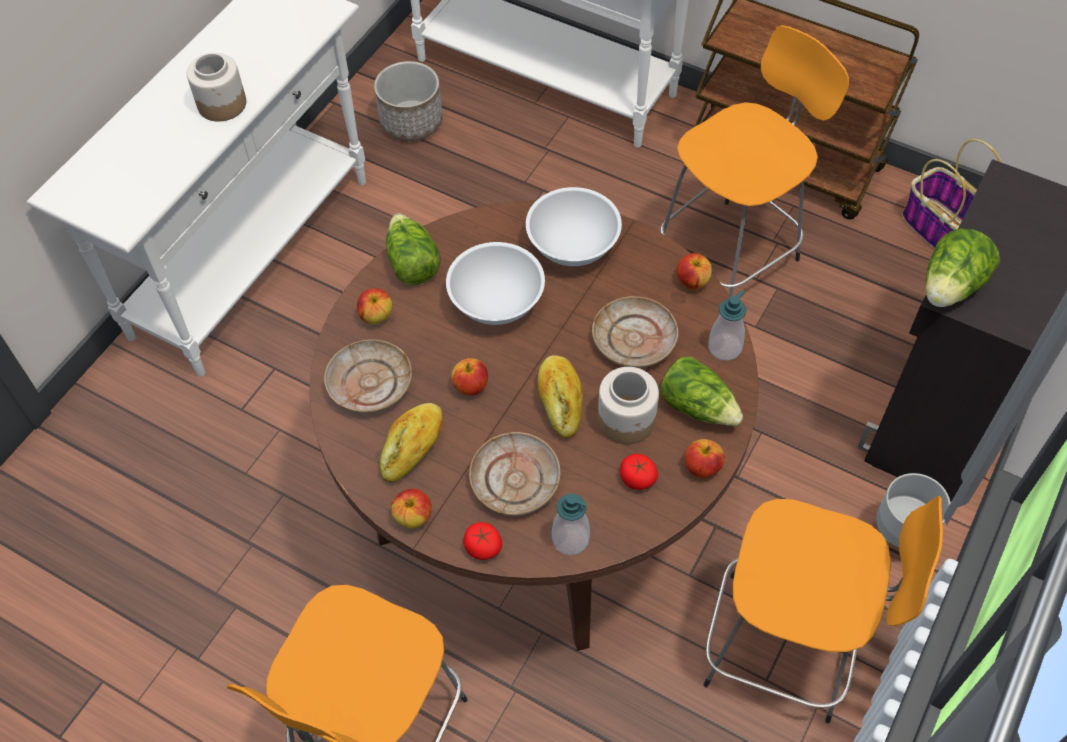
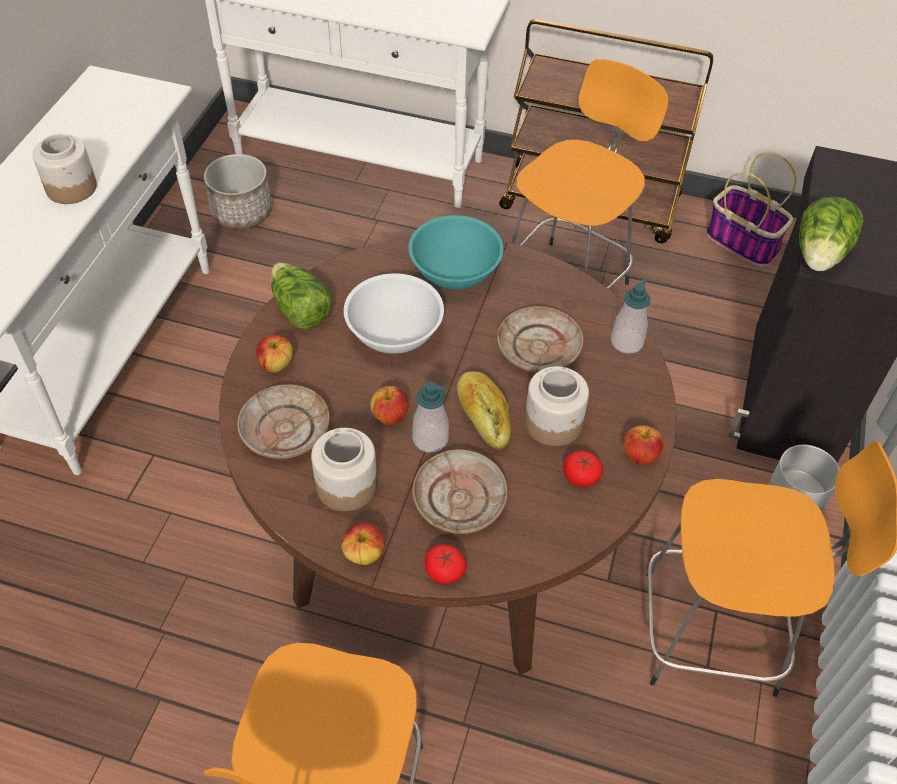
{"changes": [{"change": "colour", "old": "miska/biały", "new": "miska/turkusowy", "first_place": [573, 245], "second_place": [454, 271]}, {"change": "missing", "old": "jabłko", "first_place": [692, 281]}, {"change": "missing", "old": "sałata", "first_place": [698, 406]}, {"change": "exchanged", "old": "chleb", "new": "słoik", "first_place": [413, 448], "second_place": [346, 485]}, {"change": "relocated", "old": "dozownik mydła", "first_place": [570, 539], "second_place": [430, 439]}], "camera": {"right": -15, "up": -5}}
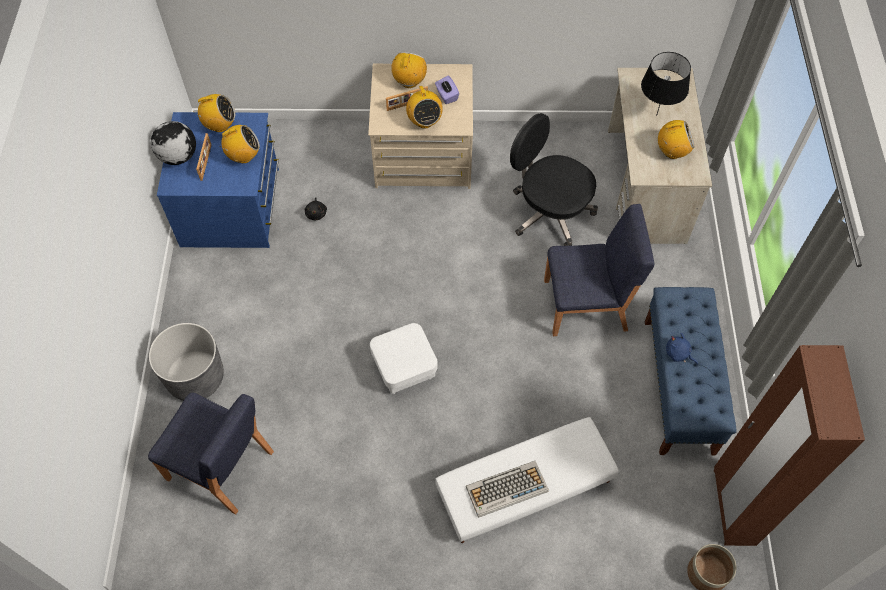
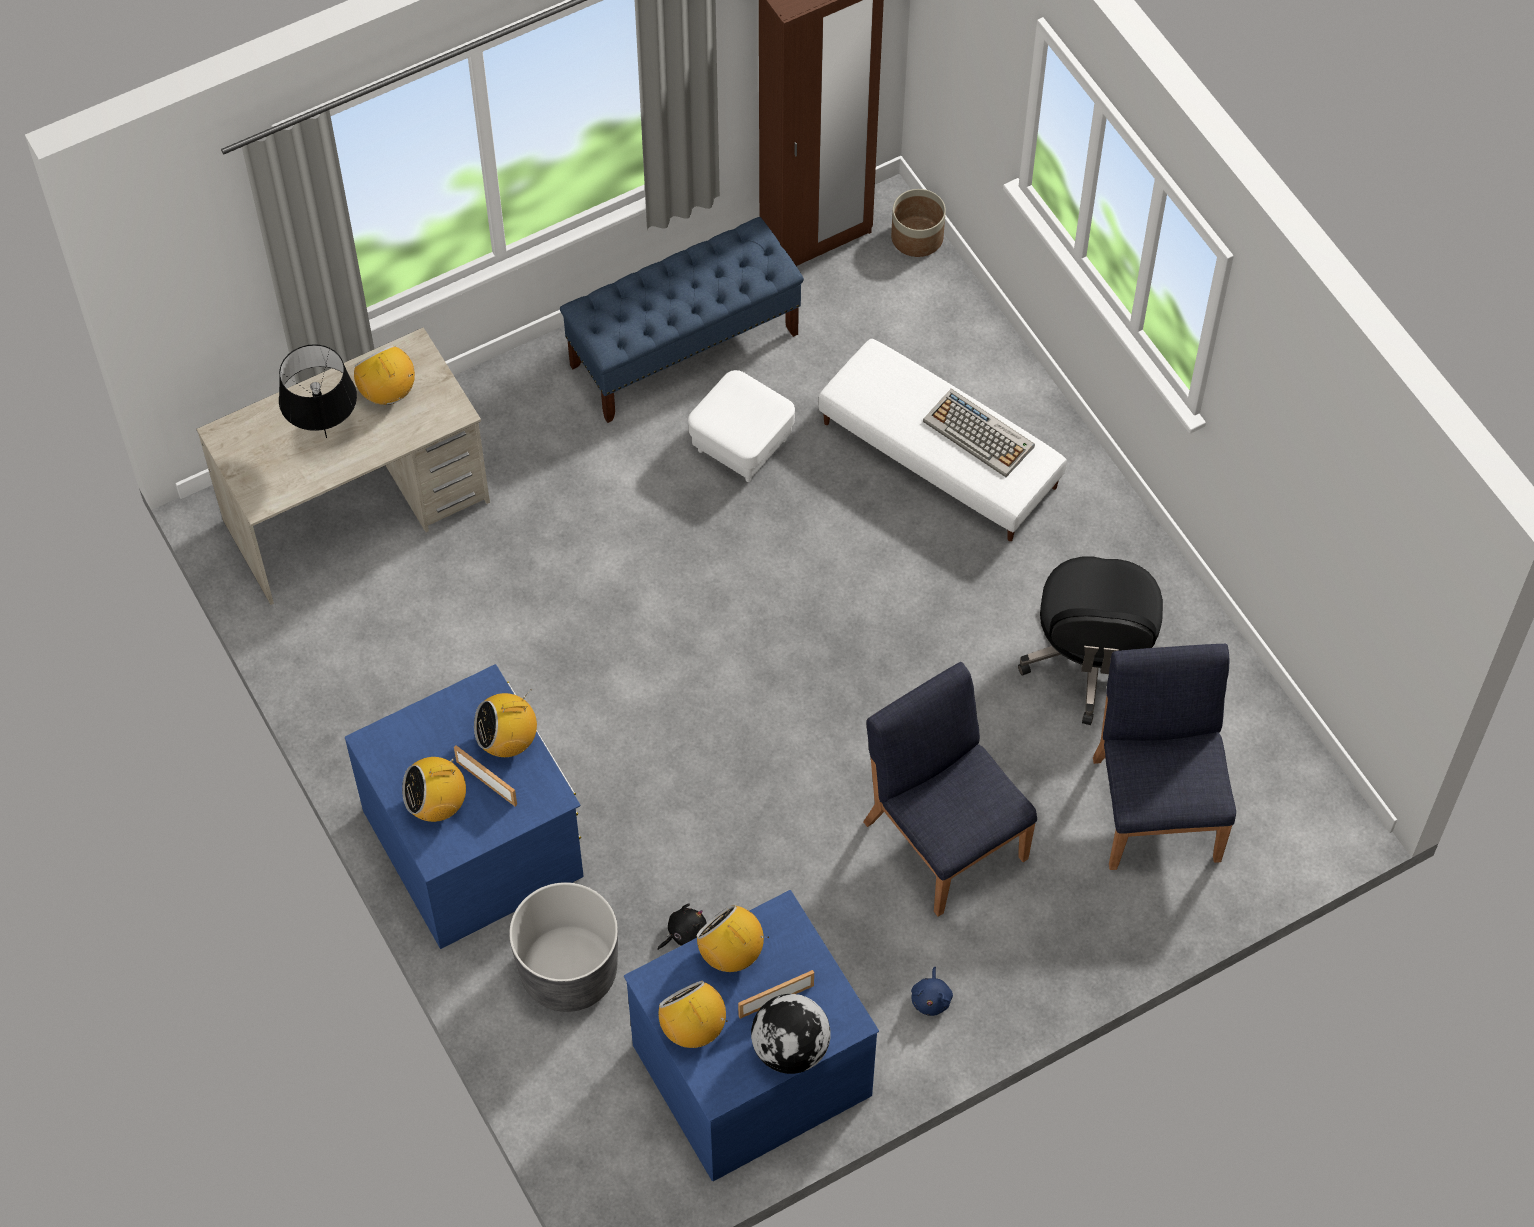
{"changes": [{"change": "colour", "old": "komoda/beżowy", "new": "komoda/niebieski", "first_place": [423, 156], "second_place": [476, 842]}, {"change": "missing", "old": "pudełko chusteczek/fioletowy", "first_place": [446, 96]}, {"change": "spun", "old": "radio", "first_place": [424, 121], "second_place": [507, 741], "degrees": -150}, {"change": "relocated", "old": "krzesło biurowe/czarny", "first_place": [549, 212], "second_place": [1092, 660]}, {"change": "relocated", "old": "krzesło/niebieski", "first_place": [587, 305], "second_place": [945, 837]}, {"change": "relocated", "old": "donica/szary", "first_place": [195, 377], "second_place": [568, 971]}, {"change": "relocated", "old": "pufa/biały", "first_place": [404, 369], "second_place": [742, 444]}, {"change": "relocated", "old": "pluszak/niebieski", "first_place": [678, 354], "second_place": [931, 998]}], "camera": {"right": -120, "up": 0}}
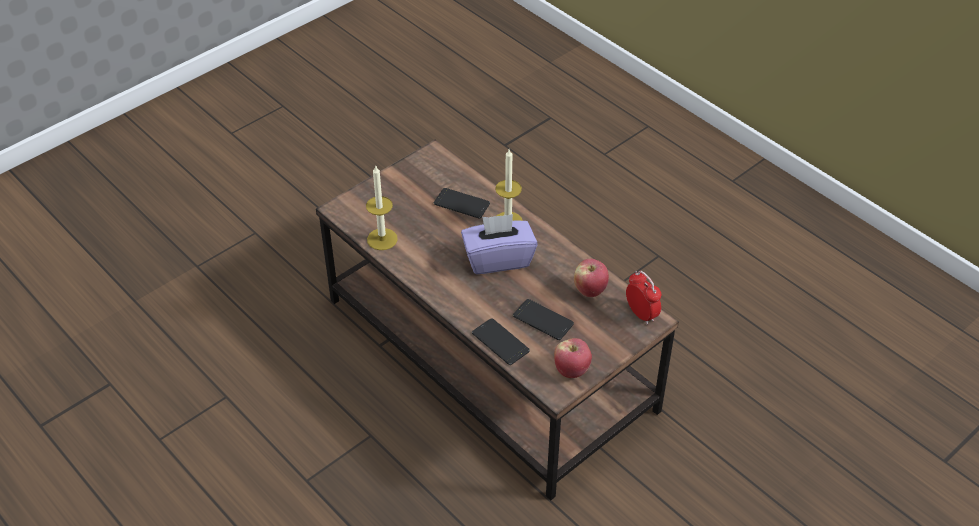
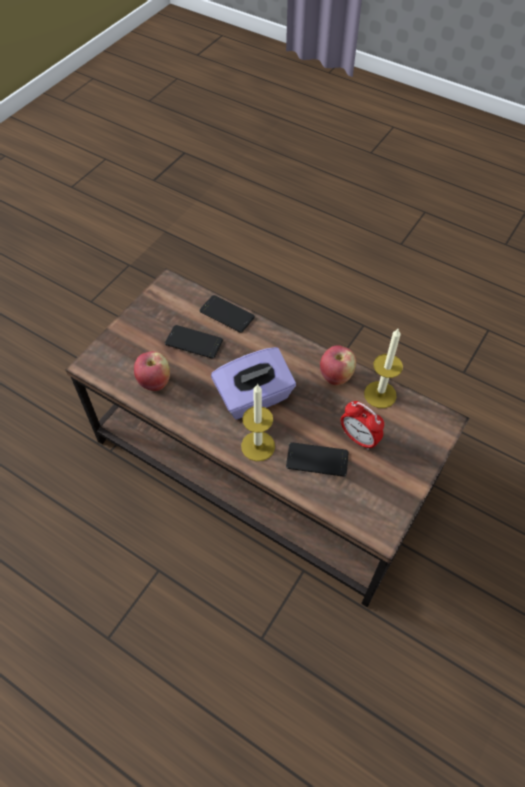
{"changes": [{"change": "relocated", "old": "budzik", "first_place": [641, 314], "second_place": [359, 438]}, {"change": "relocated", "old": "jabłko", "first_place": [571, 370], "second_place": [335, 376]}], "camera": {"right": 165, "up": 10}}
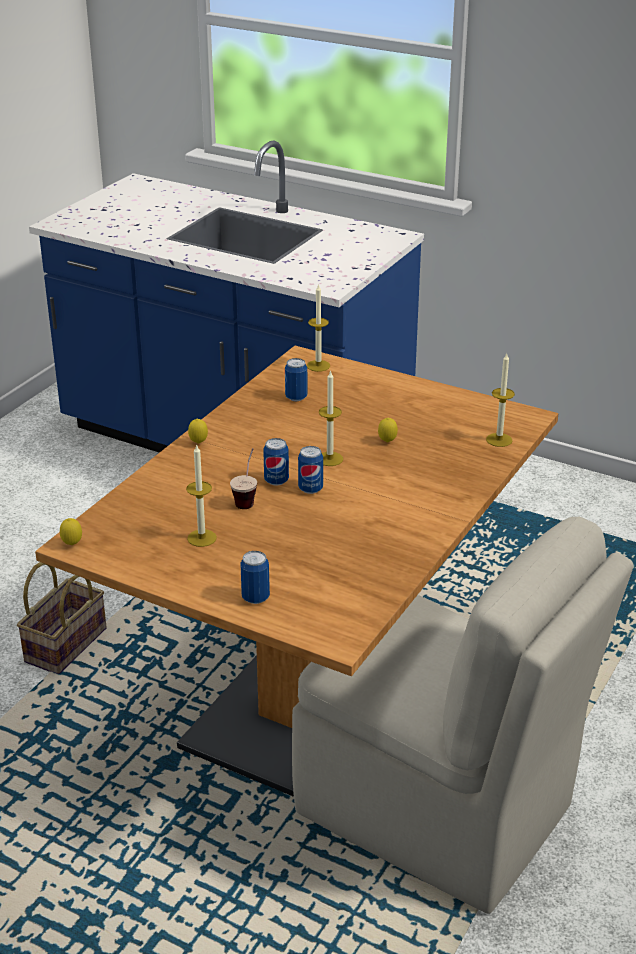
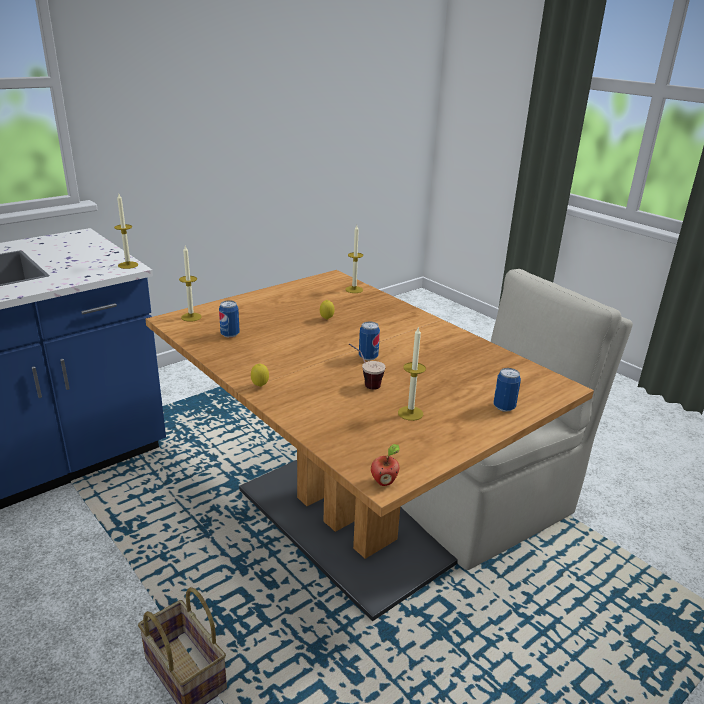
{"changes": [{"change": "relocated", "old": "świeca", "first_place": [329, 459], "second_place": [128, 265]}, {"change": "missing", "old": "puszka", "first_place": [276, 480]}, {"change": "exchanged", "old": "cytryna", "new": "jabłko", "first_place": [72, 544], "second_place": [384, 481]}], "camera": {"right": -70, "up": -5}}
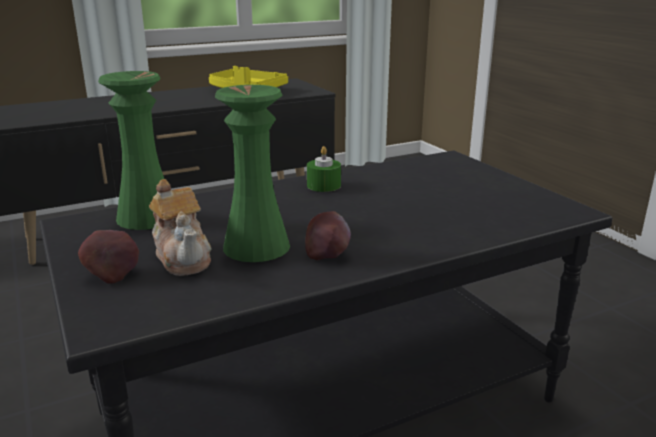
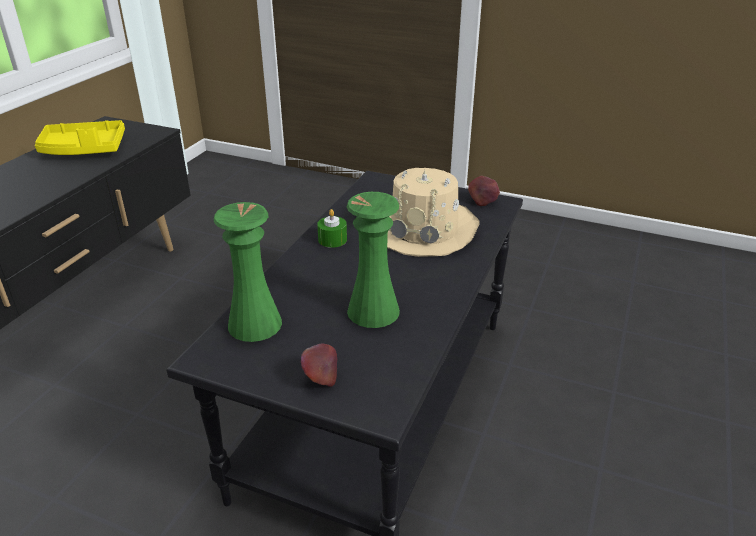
{"changes": [{"change": "missing", "old": "imbryk", "first_place": [183, 257]}, {"change": "relocated", "old": "jabłko", "first_place": [327, 254], "second_place": [483, 201]}, {"change": "appeared", "new": "kapelusz/beżowy", "second_place": [424, 229]}], "camera": {"right": -40, "up": 10}}
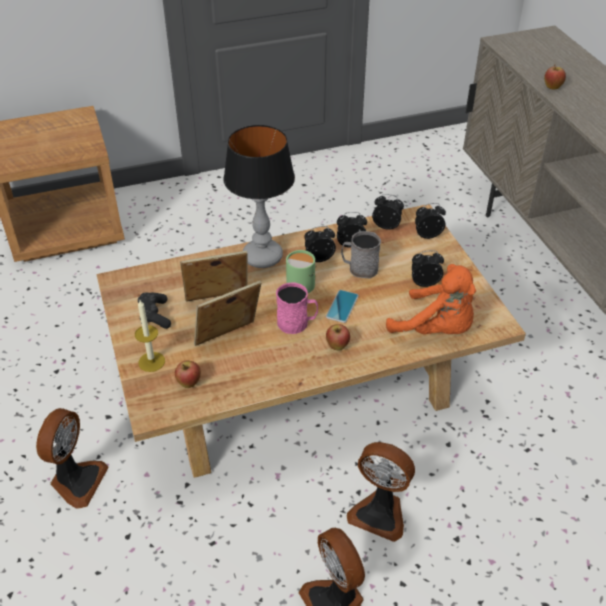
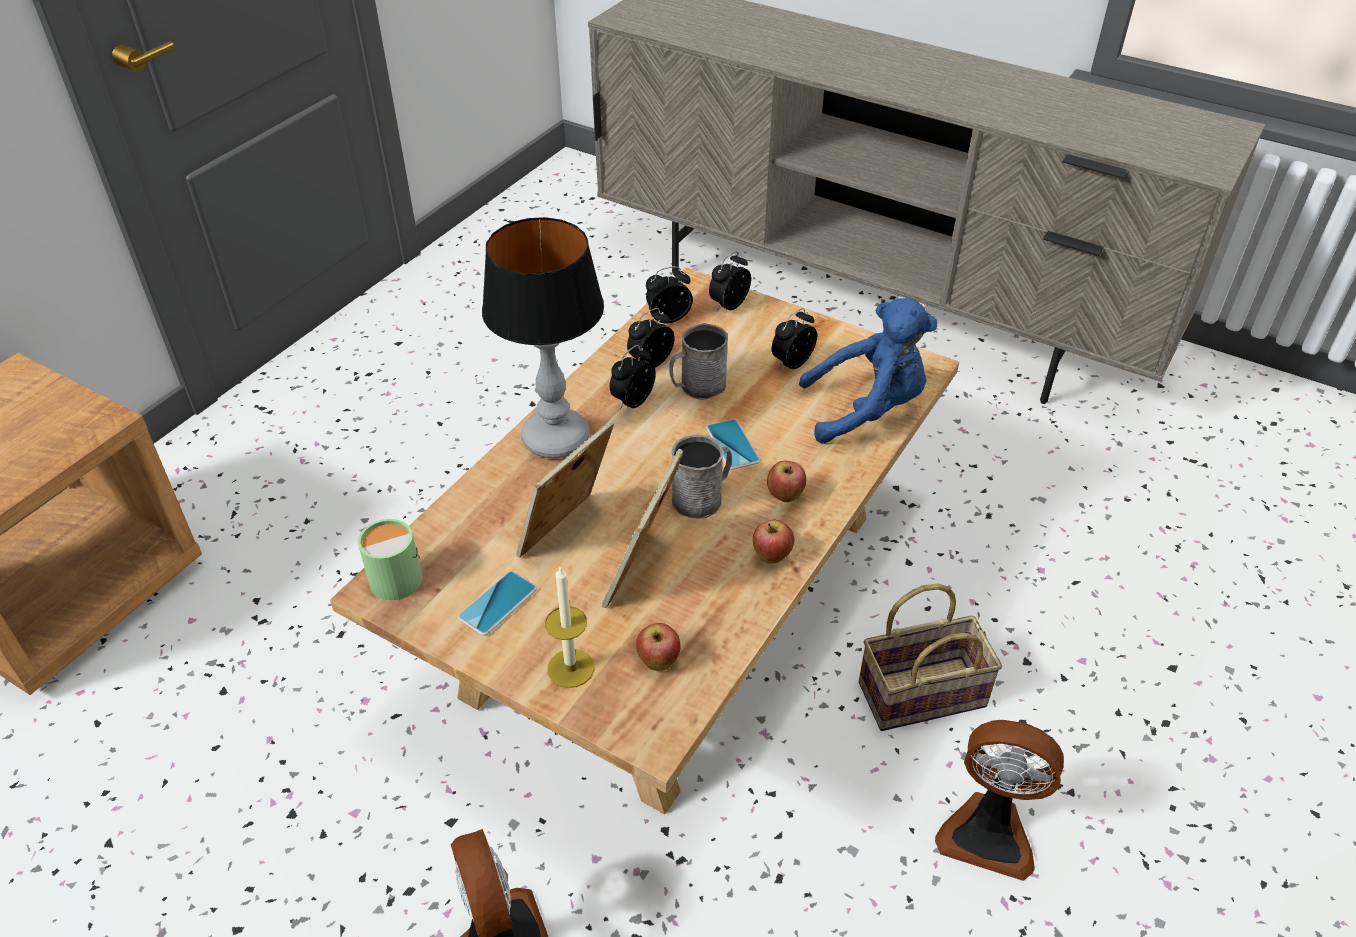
{"changes": [{"change": "relocated", "old": "jabłko", "first_place": [552, 88], "second_place": [771, 557]}, {"change": "relocated", "old": "kubek/zielony", "first_place": [302, 282], "second_place": [395, 575]}, {"change": "colour", "old": "pluszak/pomarańczowy", "new": "pluszak/niebieski", "first_place": [436, 329], "second_place": [867, 410]}, {"change": "colour", "old": "kubek/różowy", "new": "kubek/szary", "first_place": [297, 323], "second_place": [703, 497]}, {"change": "exchanged", "old": "pad do gier/czarny", "new": "telefon", "first_place": [155, 316], "second_place": [498, 603]}, {"change": "exchanged", "old": "wentylator", "new": "koszyk", "first_place": [380, 513], "second_place": [923, 692]}], "camera": {"right": -40, "up": 0}}
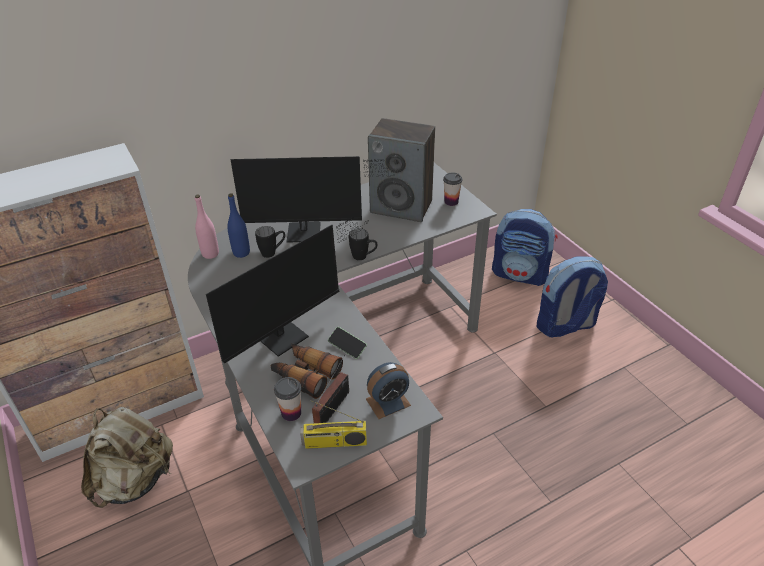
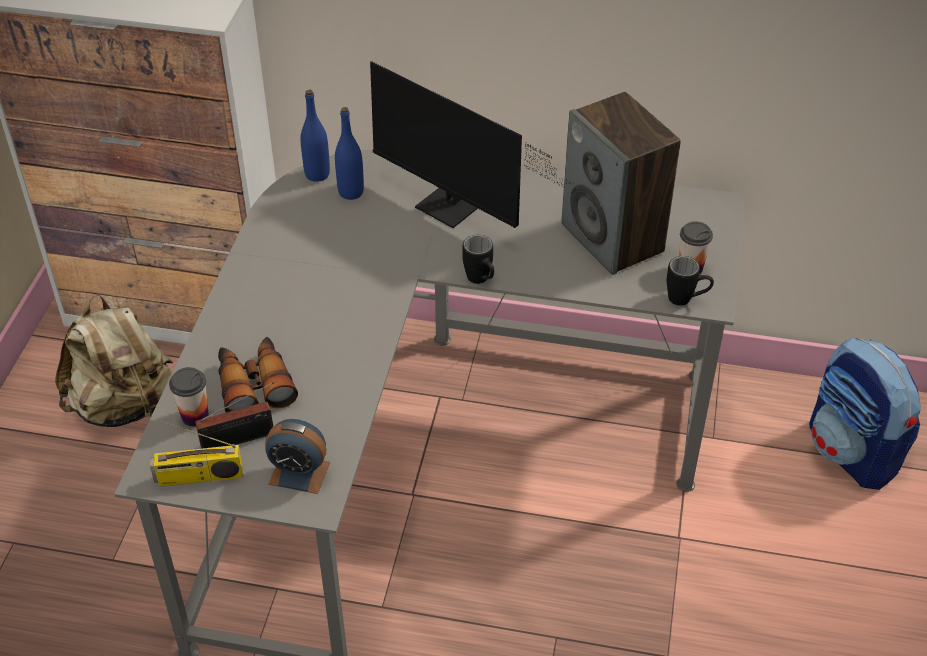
{"changes": [{"change": "colour", "old": "butelka/różowy", "new": "butelka/niebieski", "first_place": [210, 254], "second_place": [317, 174]}, {"change": "missing", "old": "monitor", "first_place": [288, 334]}, {"change": "relocated", "old": "kubek/czarny", "first_place": [273, 252], "second_place": [686, 300]}, {"change": "missing", "old": "plecak", "first_place": [565, 326]}, {"change": "missing", "old": "telefon", "first_place": [347, 346]}, {"change": "spun", "old": "radio", "first_place": [334, 443], "second_place": [198, 477], "degrees": -45}], "camera": {"right": 40, "up": 5}}
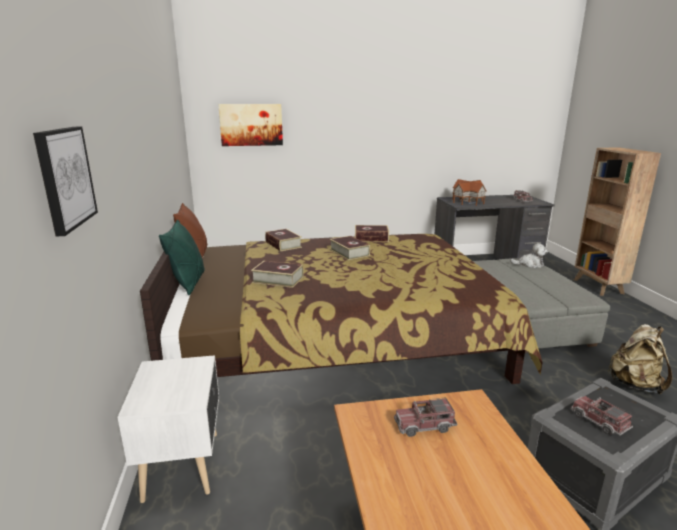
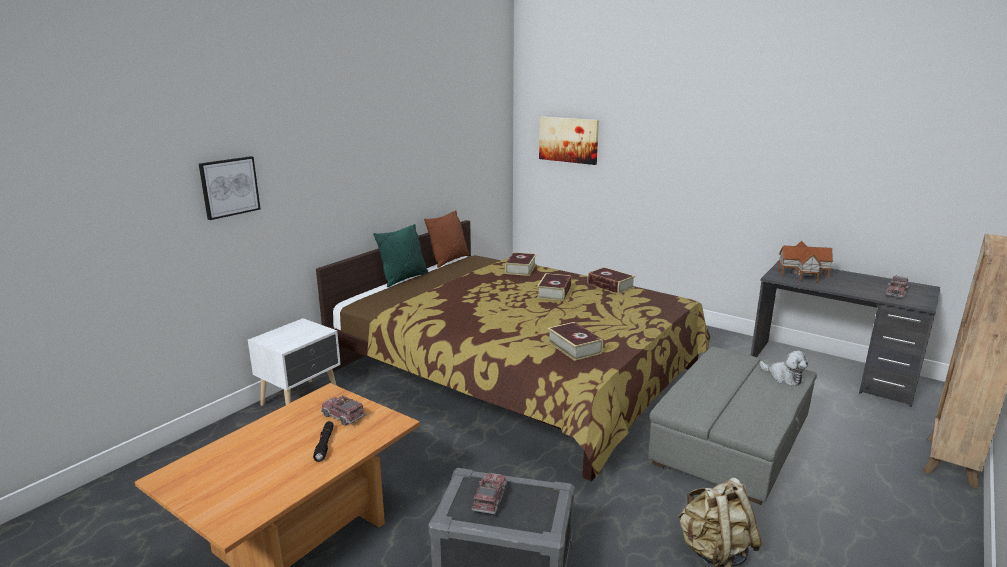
{"changes": [{"change": "relocated", "old": "książka", "first_place": [278, 279], "second_place": [574, 347]}, {"change": "appeared", "new": "latarka/czarny", "second_place": [324, 445]}], "camera": {"right": 45, "up": 0}}
